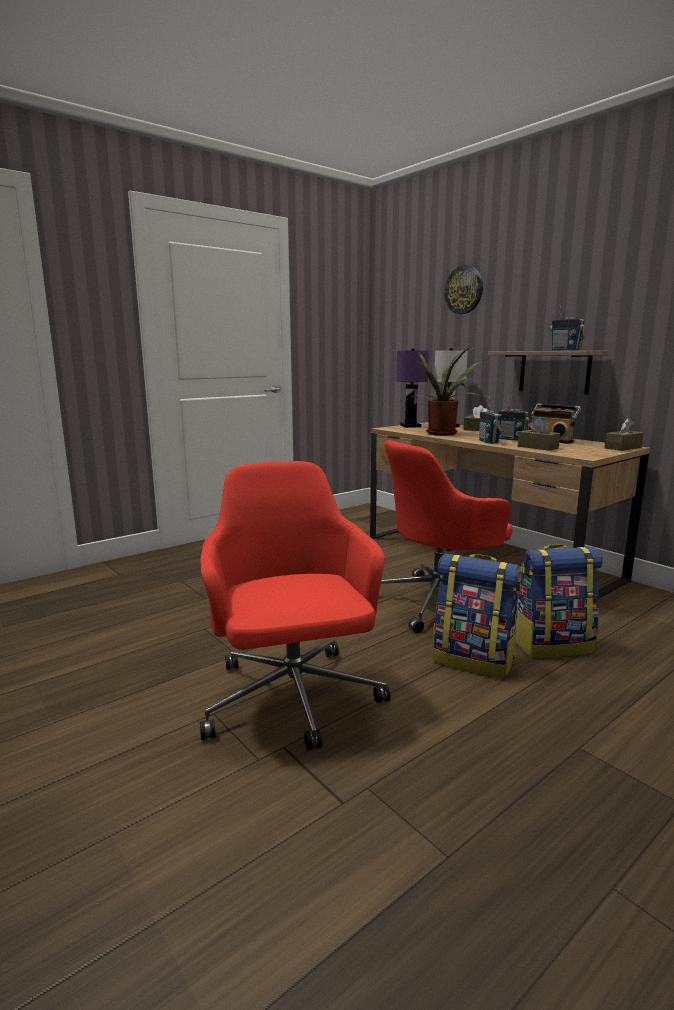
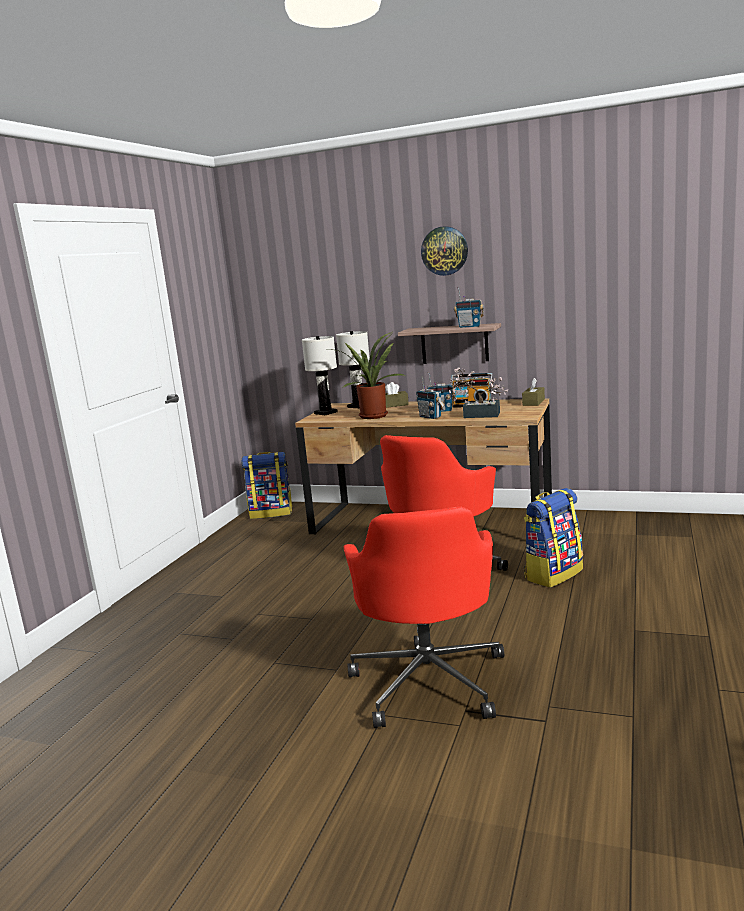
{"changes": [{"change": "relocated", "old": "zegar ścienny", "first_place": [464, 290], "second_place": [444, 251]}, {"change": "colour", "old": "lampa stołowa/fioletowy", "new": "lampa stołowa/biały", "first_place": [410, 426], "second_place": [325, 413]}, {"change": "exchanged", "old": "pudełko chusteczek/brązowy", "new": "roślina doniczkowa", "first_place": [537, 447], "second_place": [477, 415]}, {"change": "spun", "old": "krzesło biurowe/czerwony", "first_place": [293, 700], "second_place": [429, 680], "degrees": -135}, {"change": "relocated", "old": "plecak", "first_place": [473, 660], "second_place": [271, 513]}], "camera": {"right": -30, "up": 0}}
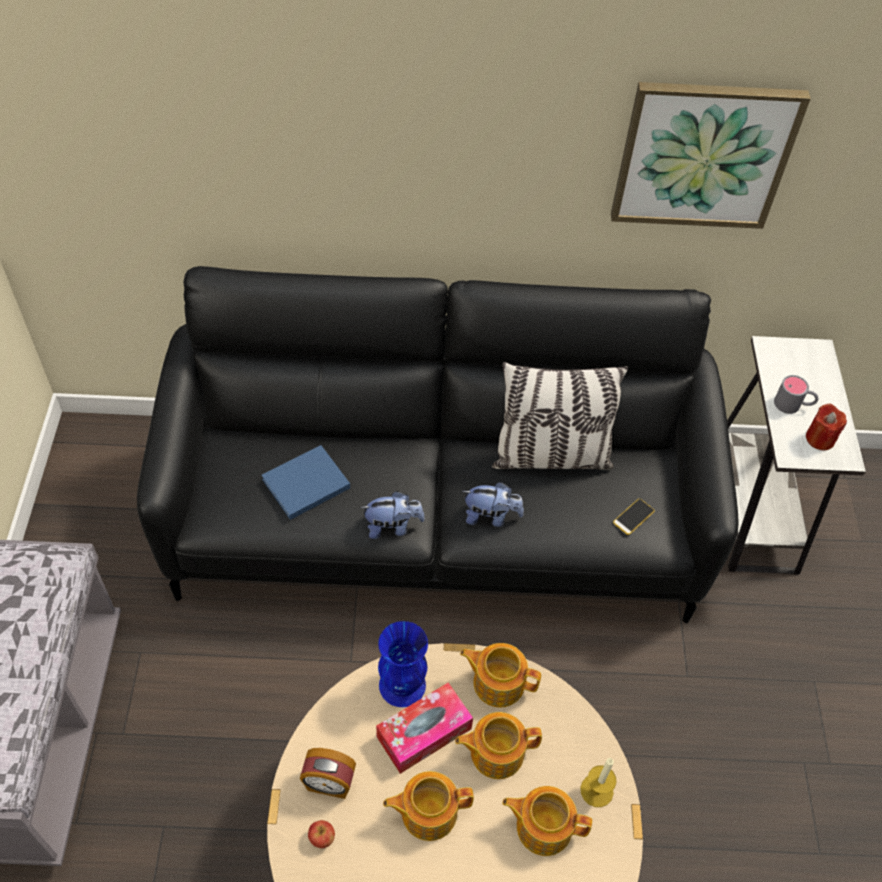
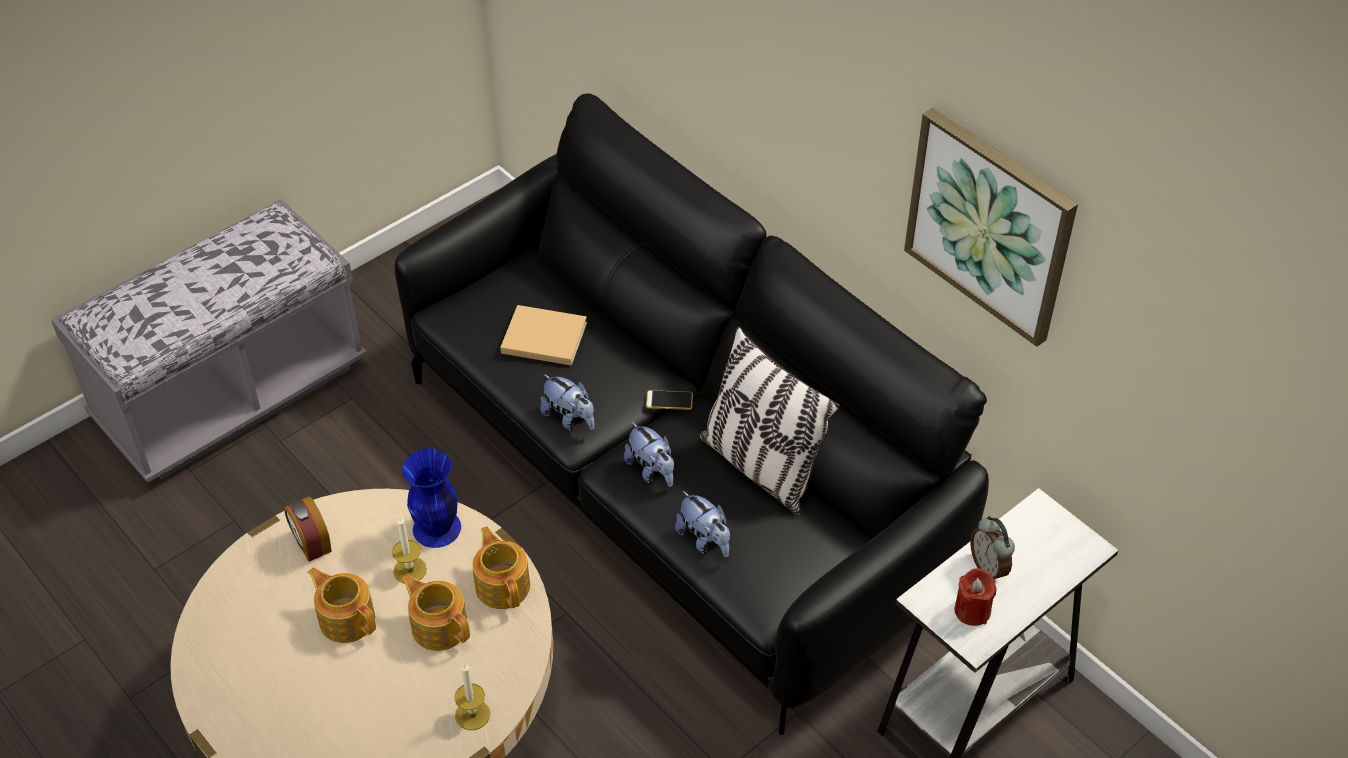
{"changes": [{"change": "exchanged", "old": "kubek/szary", "new": "budzik", "first_place": [793, 405], "second_place": [989, 567]}, {"change": "colour", "old": "książka/niebieski", "new": "książka/beżowy", "first_place": [304, 485], "second_place": [541, 337]}, {"change": "relocated", "old": "telefon", "first_place": [633, 517], "second_place": [669, 400]}, {"change": "exchanged", "old": "pudełko chusteczek", "new": "świeca", "first_place": [424, 733], "second_place": [410, 570]}, {"change": "missing", "old": "imbryk", "first_place": [542, 826]}, {"change": "missing", "old": "jabłko", "first_place": [322, 838]}, {"change": "appeared", "new": "pluszak", "second_place": [704, 540]}], "camera": {"right": 50, "up": -5}}
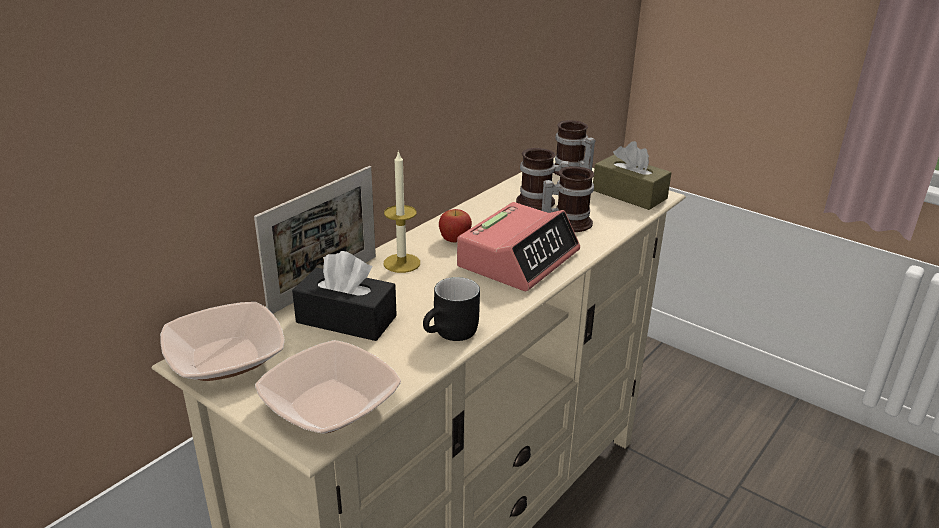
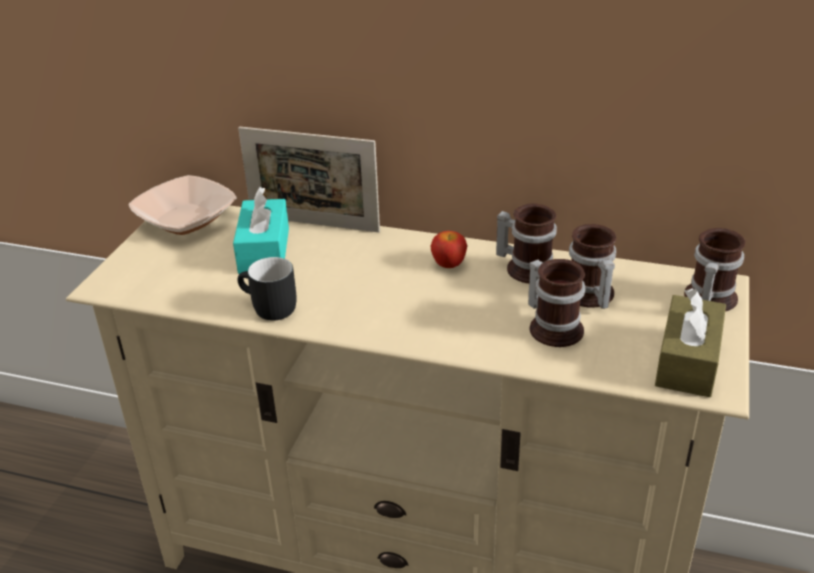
{"changes": [{"change": "missing", "old": "świeca", "first_place": [401, 263]}, {"change": "missing", "old": "budzik", "first_place": [518, 259]}, {"change": "colour", "old": "pudełko chusteczek/czarny", "new": "pudełko chusteczek/turkusowy", "first_place": [346, 319], "second_place": [264, 250]}, {"change": "missing", "old": "miska", "first_place": [330, 405]}, {"change": "appeared", "new": "kubek", "second_place": [527, 267]}], "camera": {"right": 70, "up": 5}}
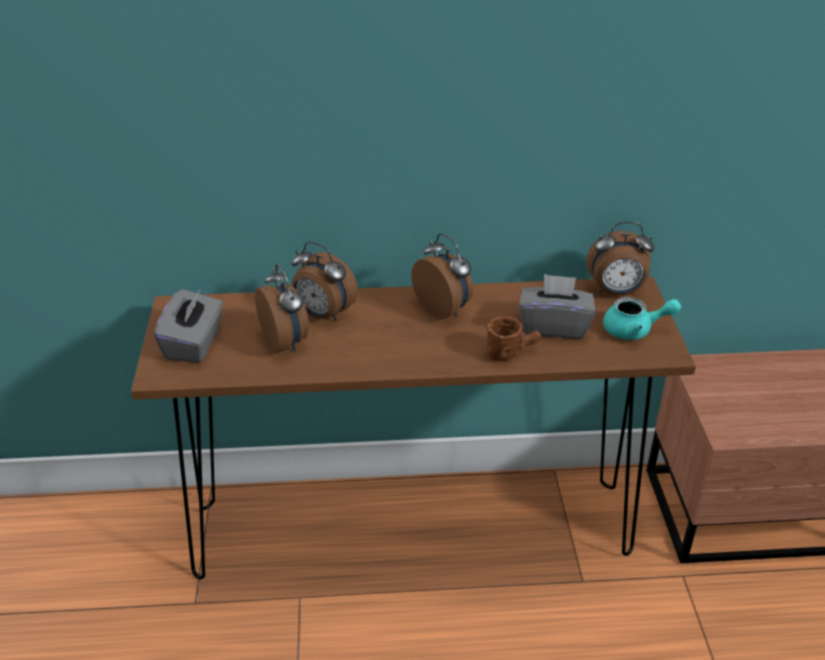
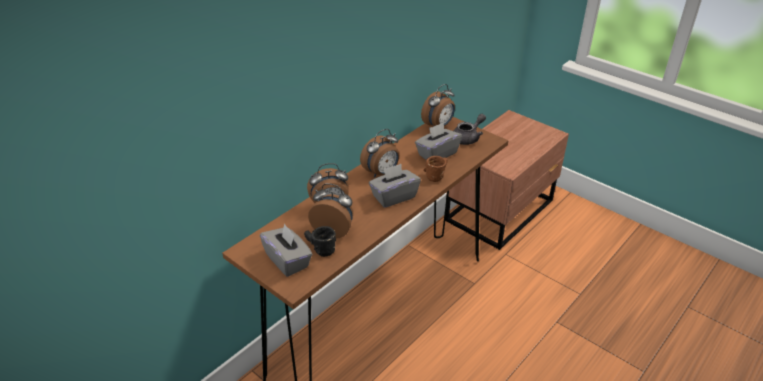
{"changes": [{"change": "spun", "old": "budzik", "first_place": [443, 309], "second_place": [381, 173], "degrees": 135}, {"change": "colour", "old": "imbryk/turkusowy", "new": "imbryk/szary", "first_place": [634, 330], "second_place": [468, 138]}, {"change": "appeared", "new": "pudełko chusteczek/szary", "second_place": [394, 197]}, {"change": "appeared", "new": "kubek/czarny", "second_place": [318, 249]}], "camera": {"right": -45, "up": 0}}
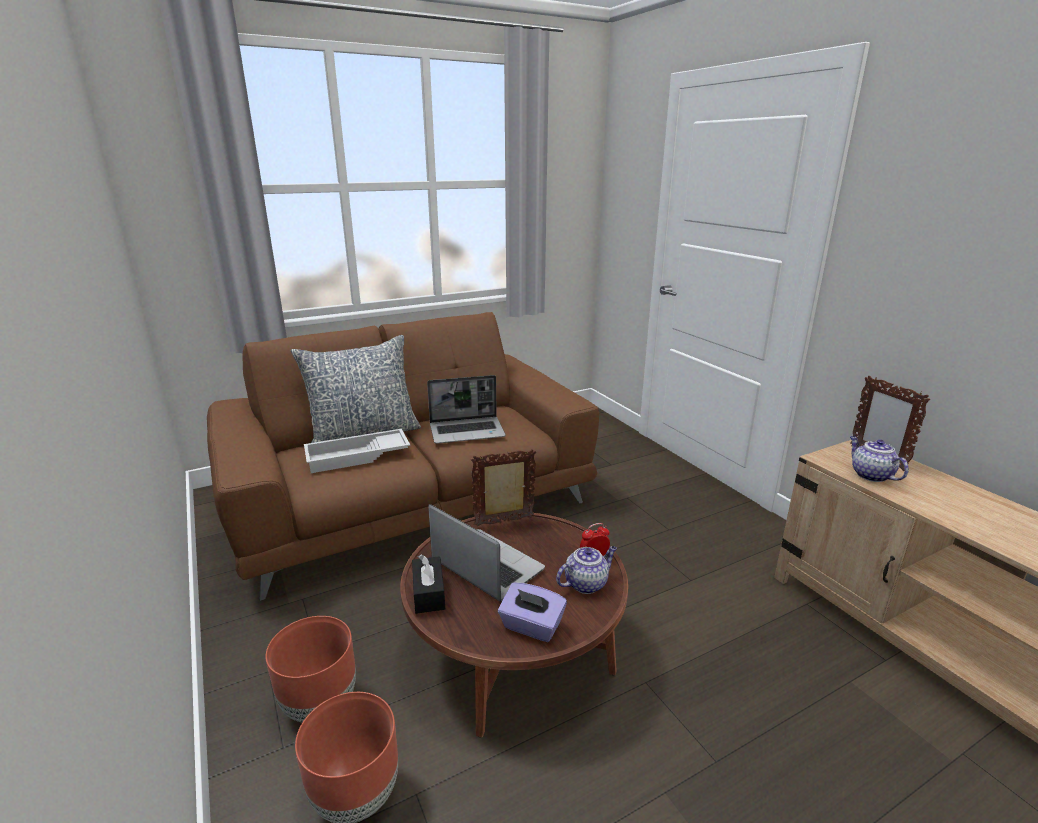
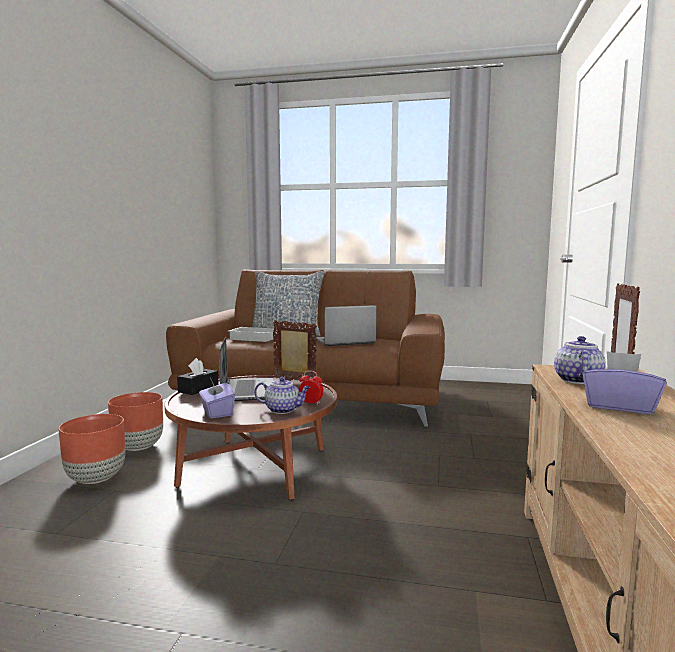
{"changes": [{"change": "spun", "old": "laptop", "first_place": [467, 431], "second_place": [344, 342], "degrees": 135}, {"change": "appeared", "new": "pudełko chusteczek/fioletowy", "second_place": [619, 406]}], "camera": {"right": 40, "up": -15}}
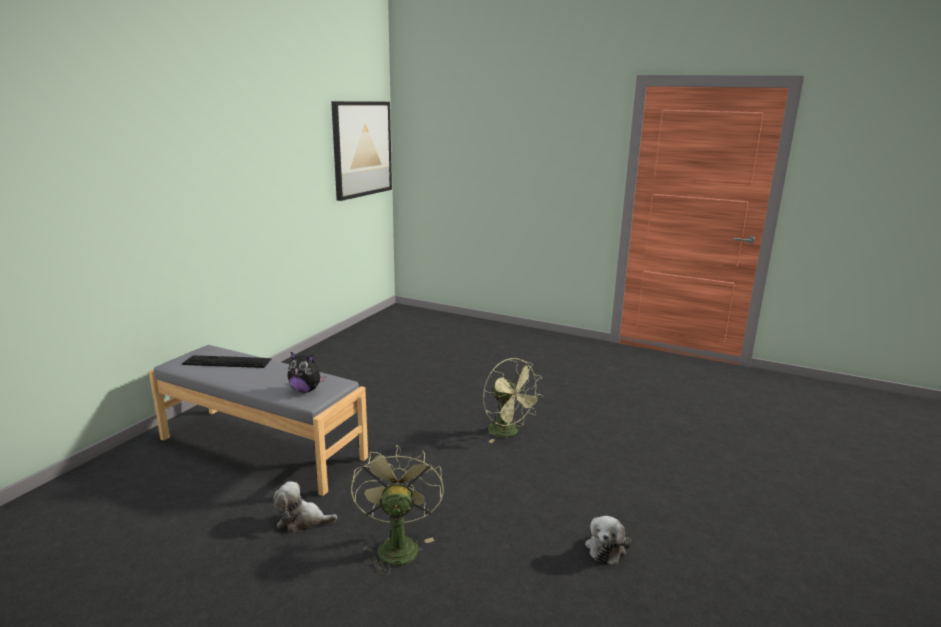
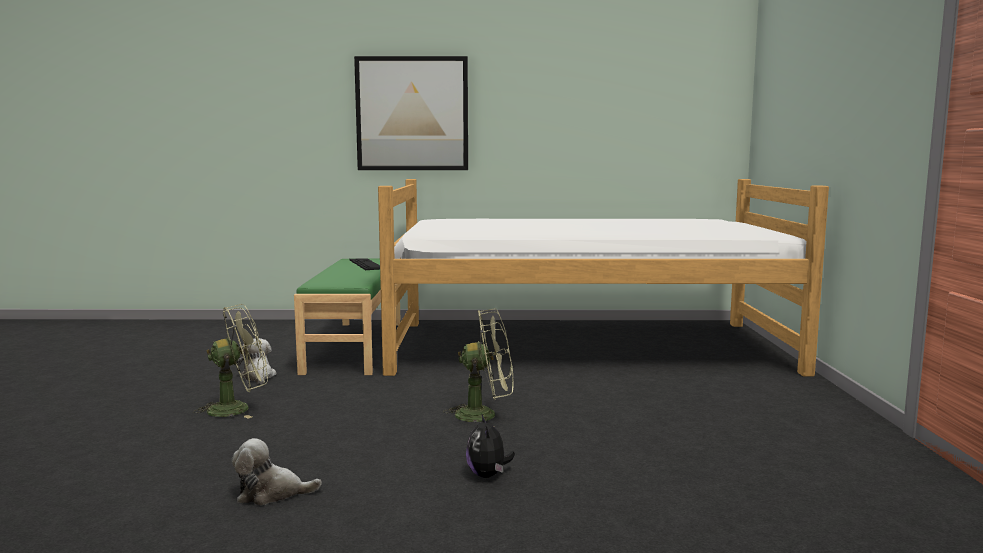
{"changes": [{"change": "relocated", "old": "obraz", "first_place": [362, 149], "second_place": [412, 114]}, {"change": "colour", "old": "ławka/szary", "new": "ławka/zielony", "first_place": [263, 447], "second_place": [356, 346]}, {"change": "relocated", "old": "pluszak", "first_place": [306, 390], "second_place": [488, 475]}, {"change": "spun", "old": "wentylator/zielony", "first_place": [508, 433], "second_place": [485, 415], "degrees": -120}, {"change": "appeared", "new": "łóżko", "second_place": [585, 347]}], "camera": {"right": 65, "up": -10}}
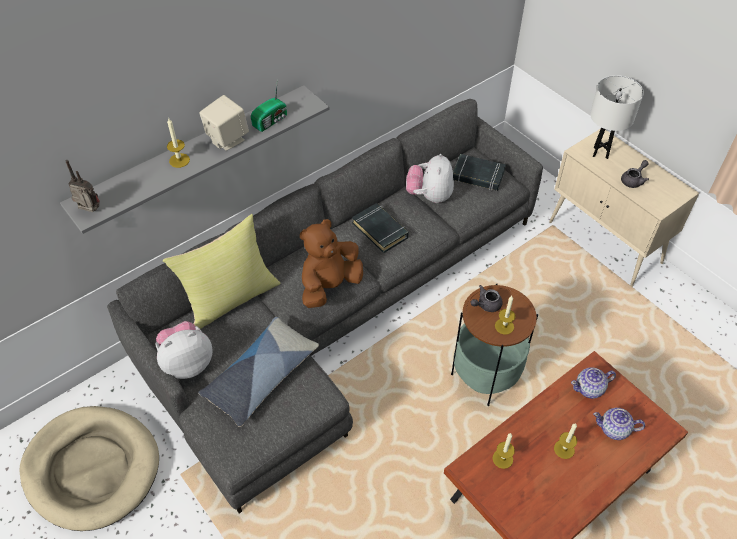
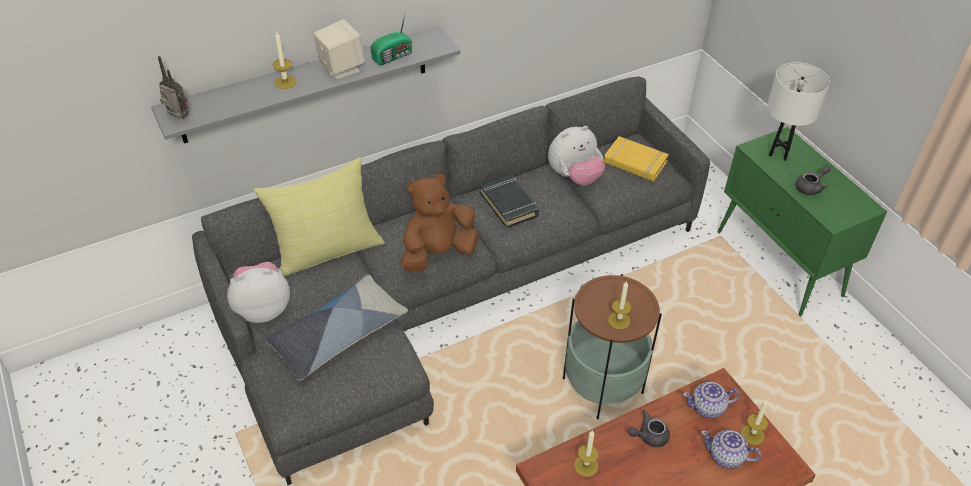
{"changes": [{"change": "colour", "old": "szafka/beżowy", "new": "szafka/zielony", "first_place": [605, 243], "second_place": [779, 264]}, {"change": "spun", "old": "pluszak", "first_place": [429, 196], "second_place": [574, 176], "degrees": -135}, {"change": "colour", "old": "książka/czarny", "new": "książka/żółty", "first_place": [478, 175], "second_place": [634, 163]}, {"change": "relocated", "old": "imbryk/szary", "first_place": [486, 305], "second_place": [648, 436]}, {"change": "missing", "old": "legowisko/beżowy", "first_place": [92, 468]}, {"change": "relocated", "old": "świeca", "first_place": [564, 449], "second_place": [752, 434]}], "camera": {"right": 10, "up": -5}}
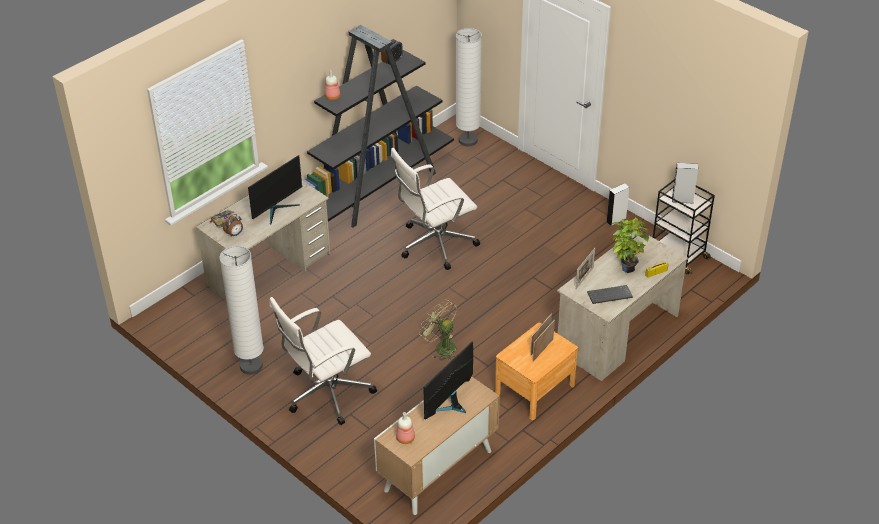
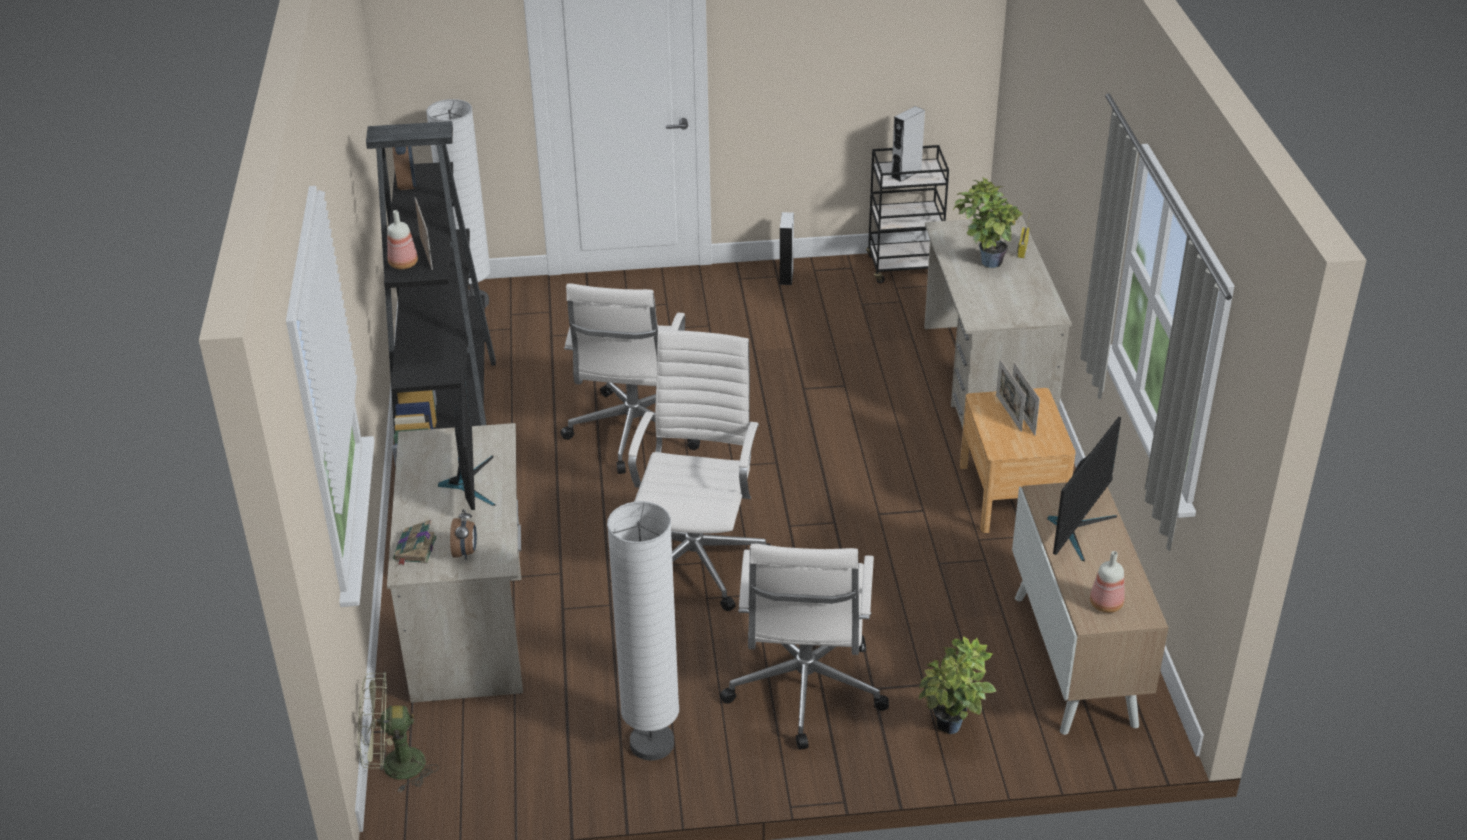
{"changes": [{"change": "relocated", "old": "ramka na zdjęcie", "first_place": [584, 278], "second_place": [426, 253]}, {"change": "missing", "old": "klawiatura", "first_place": [609, 296]}, {"change": "relocated", "old": "wentylator/zielony", "first_place": [441, 347], "second_place": [394, 767]}, {"change": "spun", "old": "monitor", "first_place": [450, 404], "second_place": [1077, 529], "degrees": -135}, {"change": "appeared", "new": "krzesło biurowe/biały", "second_place": [697, 559]}, {"change": "appeared", "new": "roślina doniczkowa", "second_place": [952, 730]}], "camera": {"right": -50, "up": -5}}
